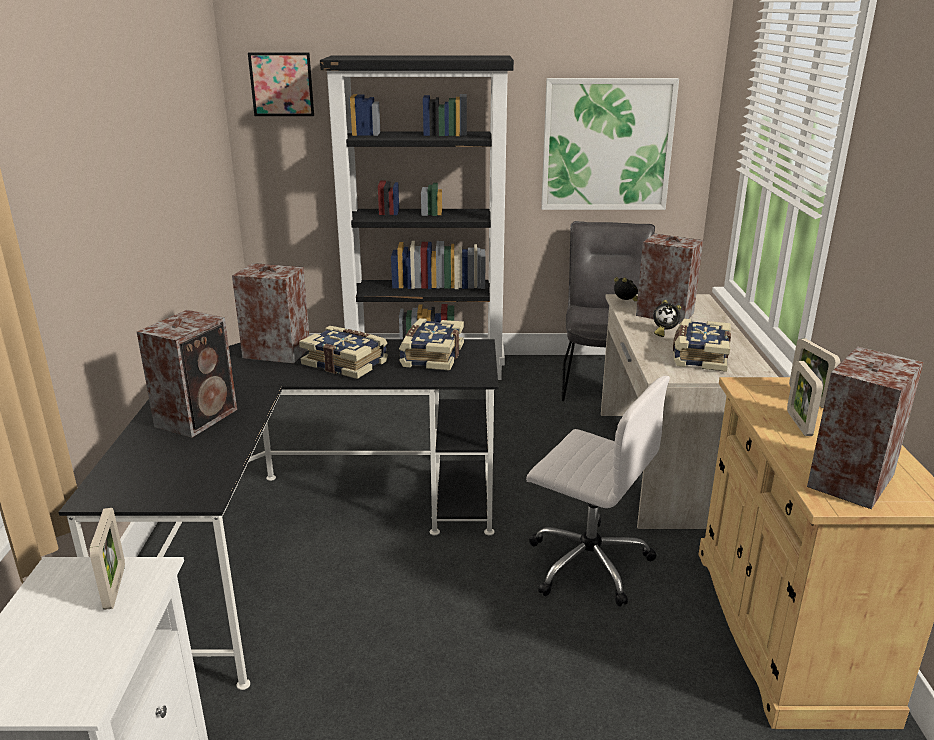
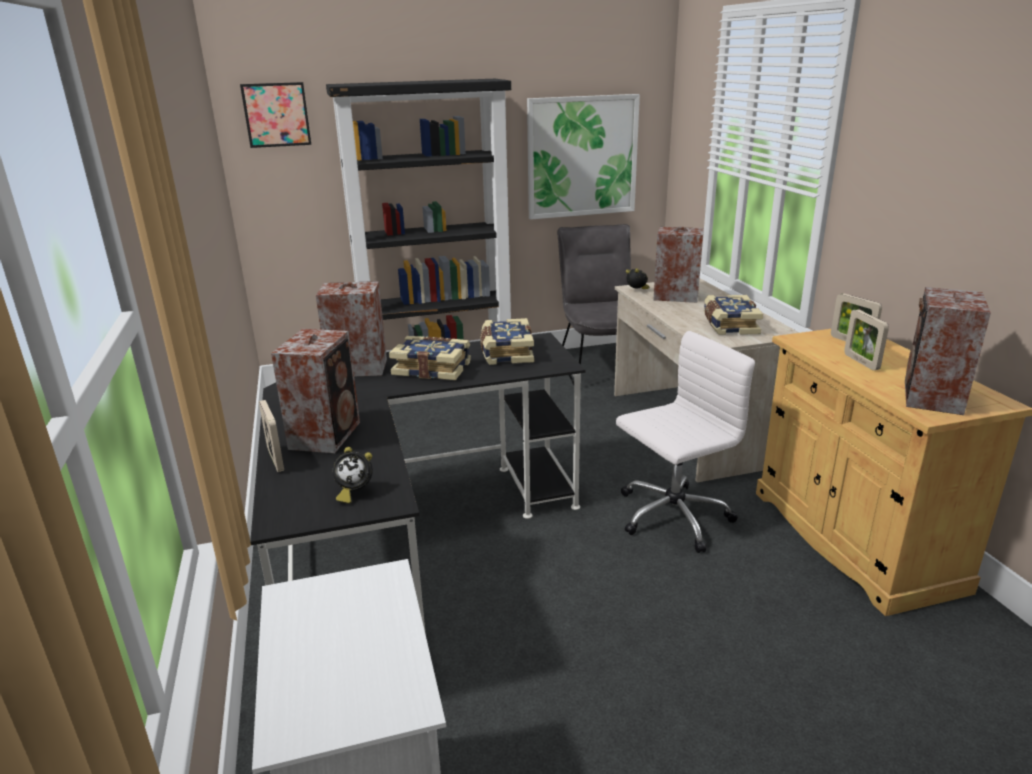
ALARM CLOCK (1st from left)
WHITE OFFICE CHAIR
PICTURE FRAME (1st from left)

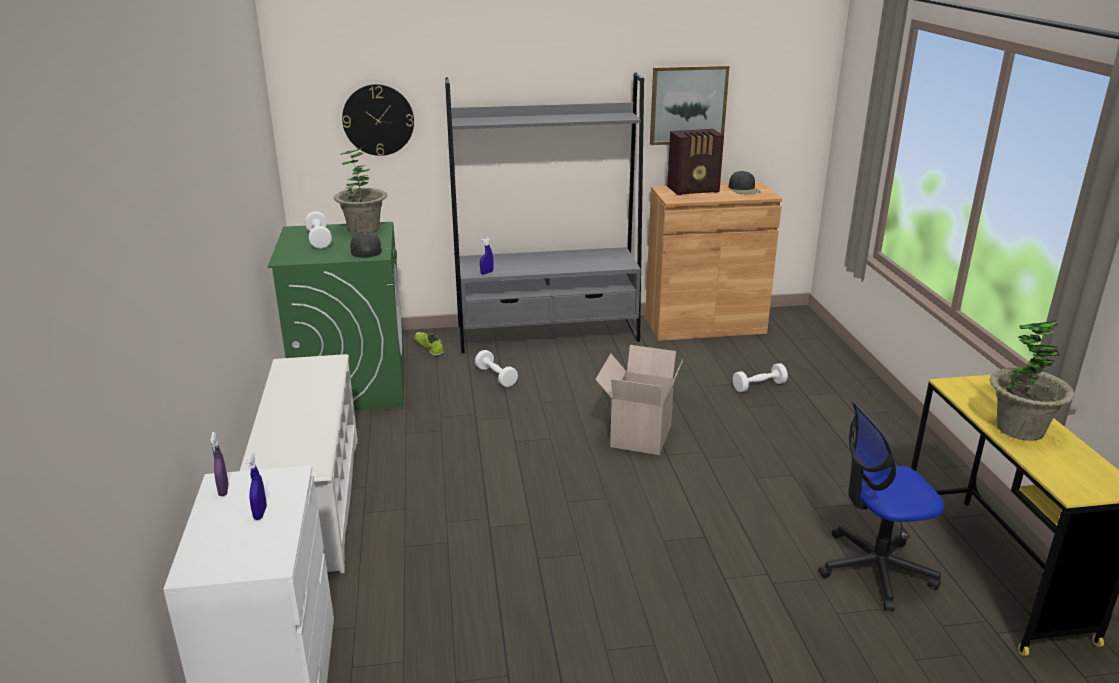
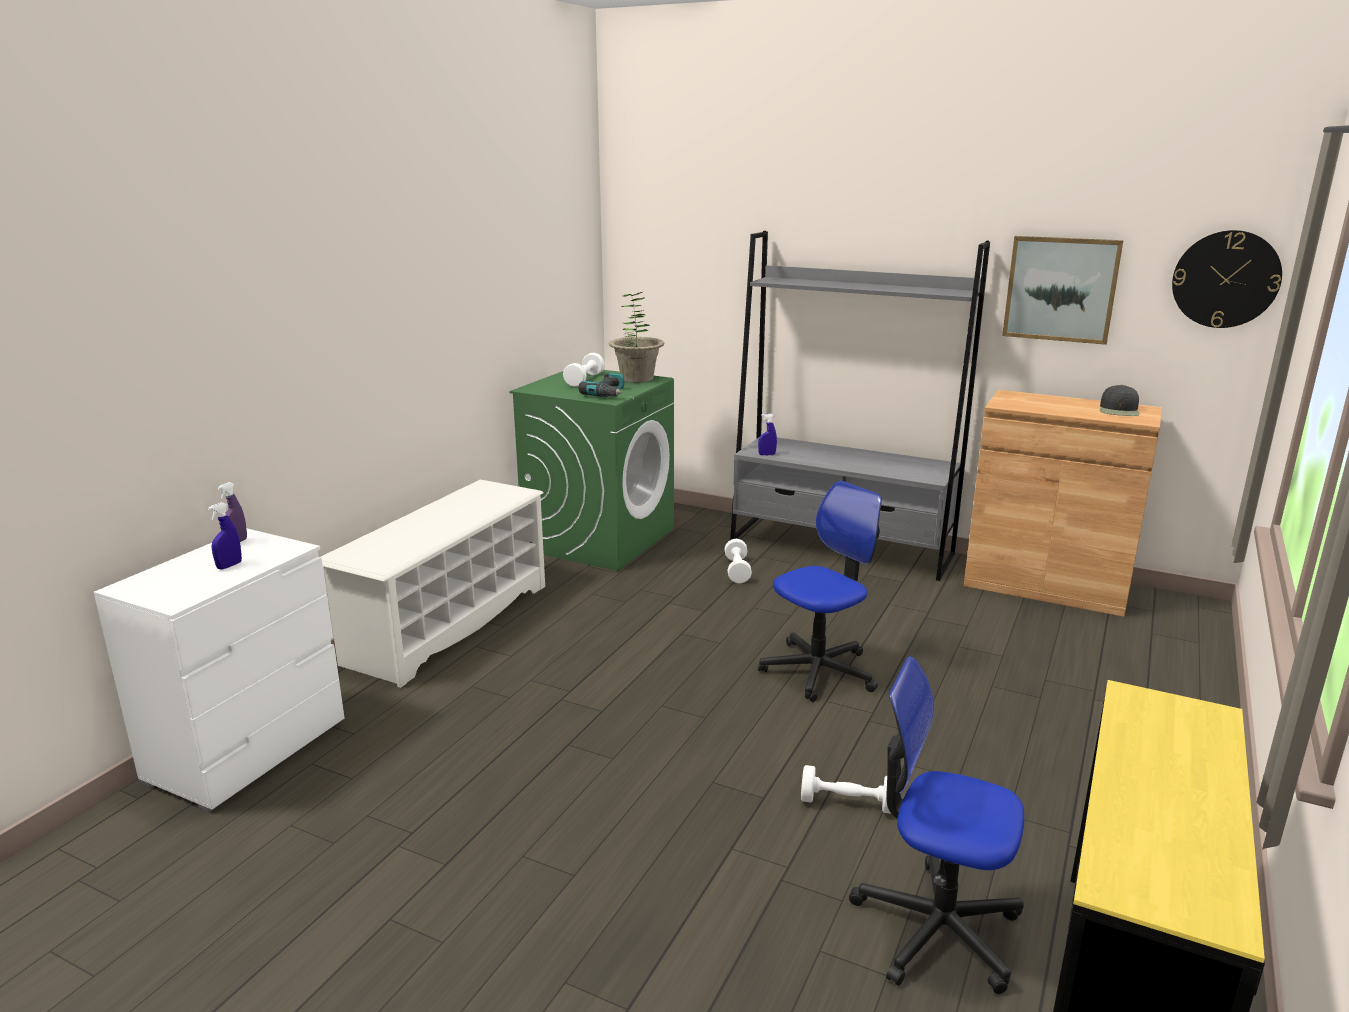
WALL CLOCK
RADIO
POWER DRILL
POTTED PLANT (2nd from left in the first image)
SHOE
OFFICE CHAIR (1st from left)
WHITE DUMBBELL (3rd from left)

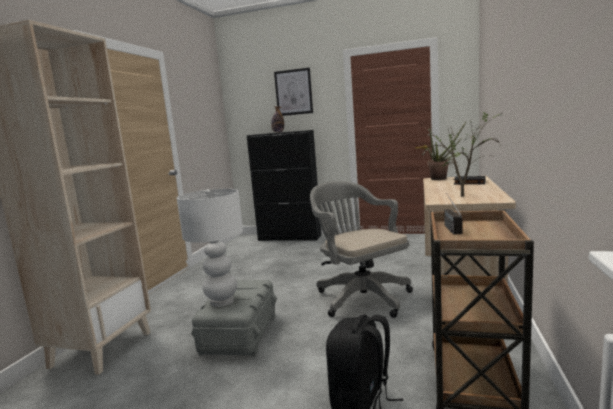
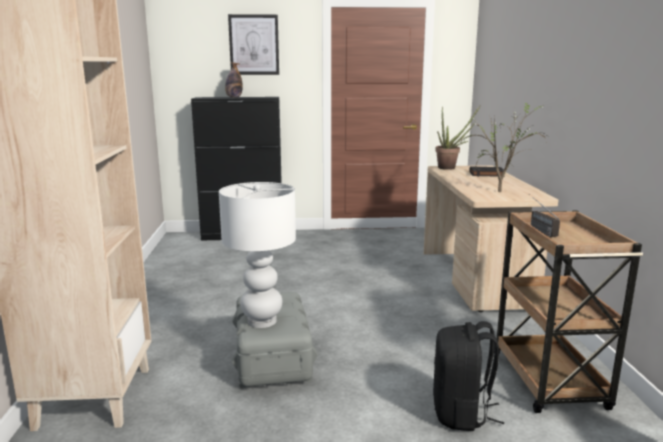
GREY OFFICE CHAIR

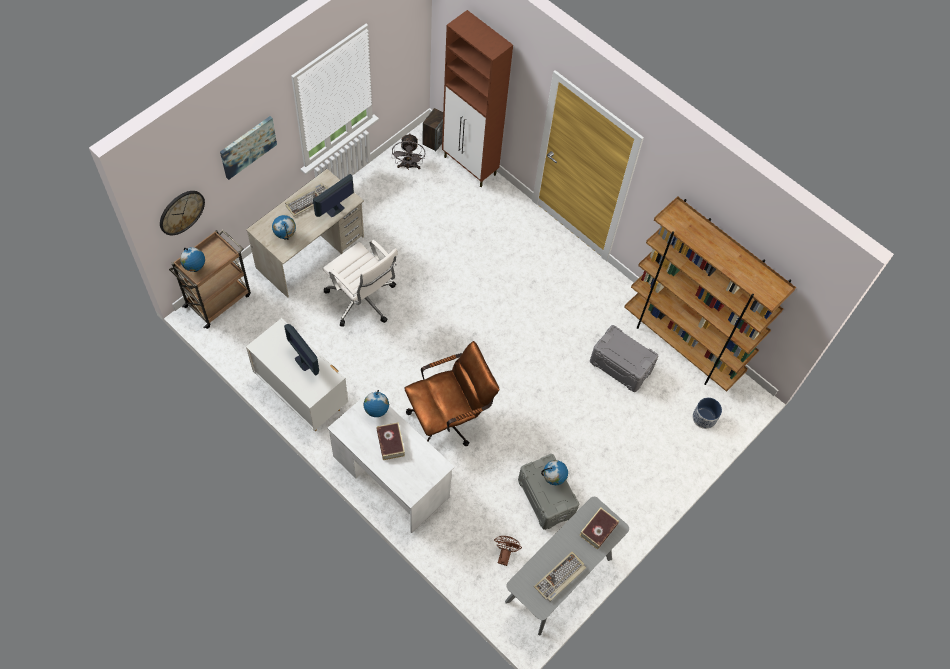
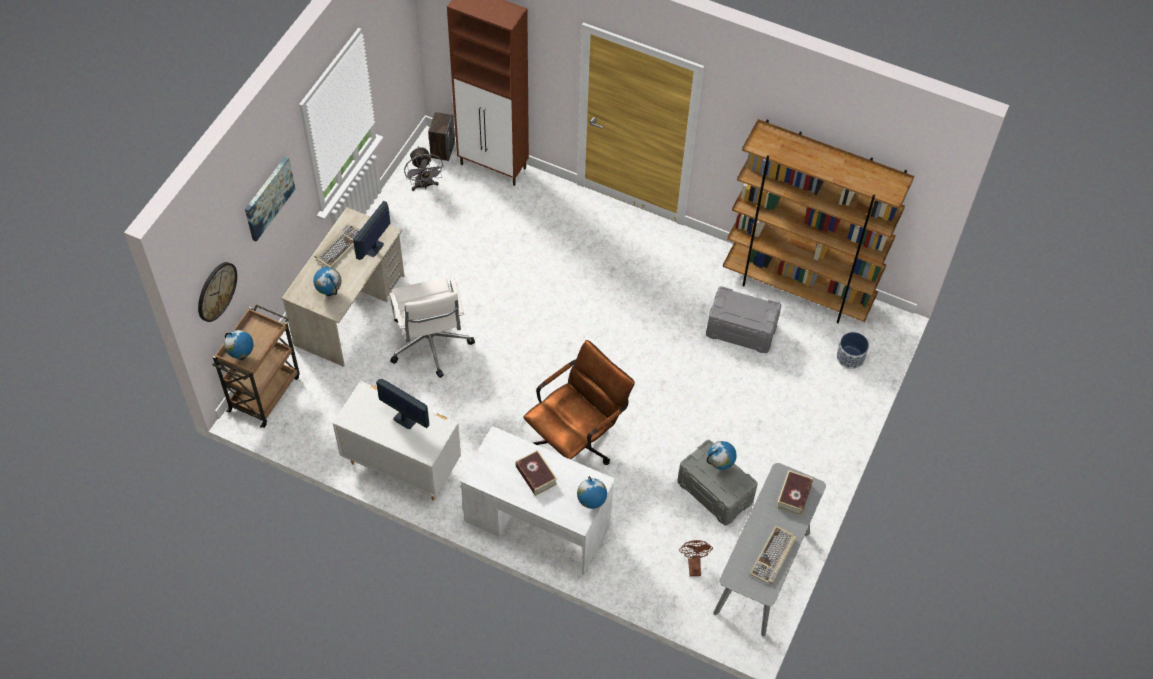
WHITE OFFICE CHAIR
GLOBE (3rd from left)

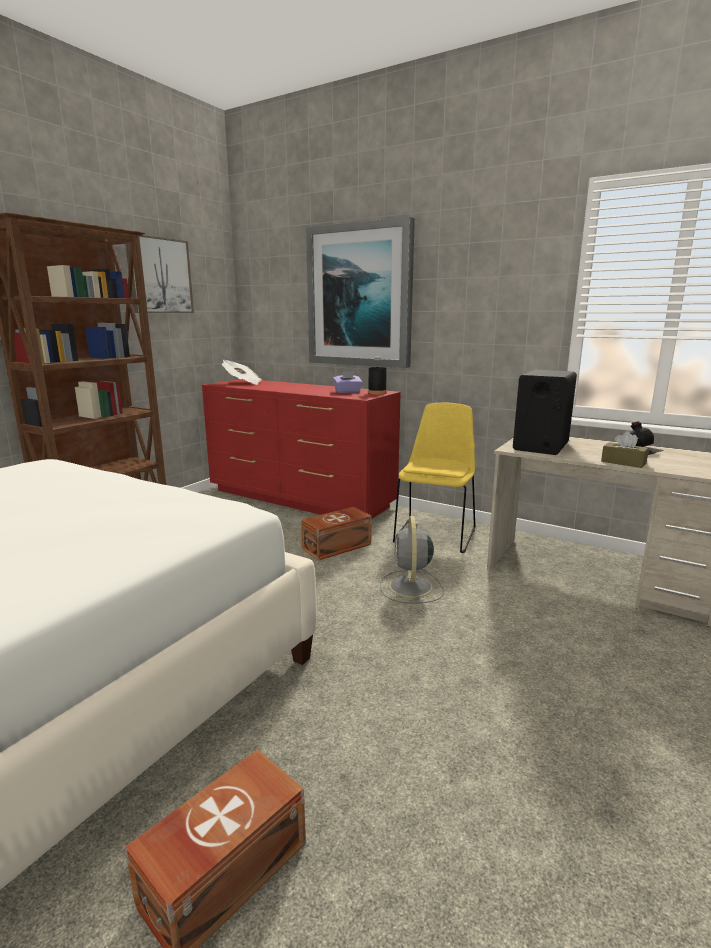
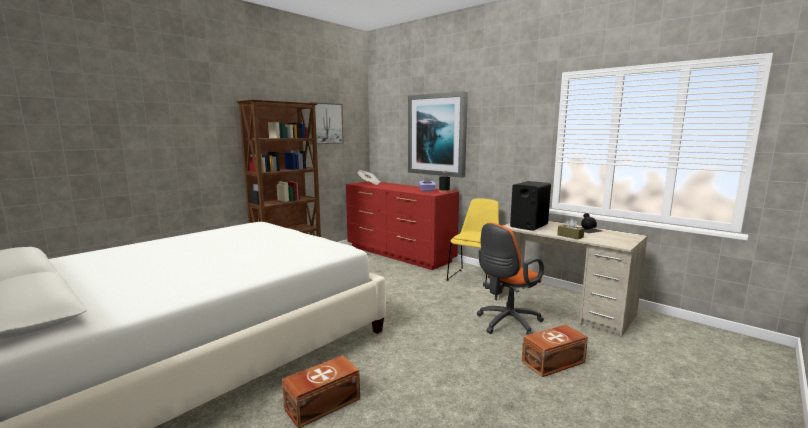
BROWN STORAGE BOX (2nd from left)
GREY FAN
ORANGE OFFICE CHAIR

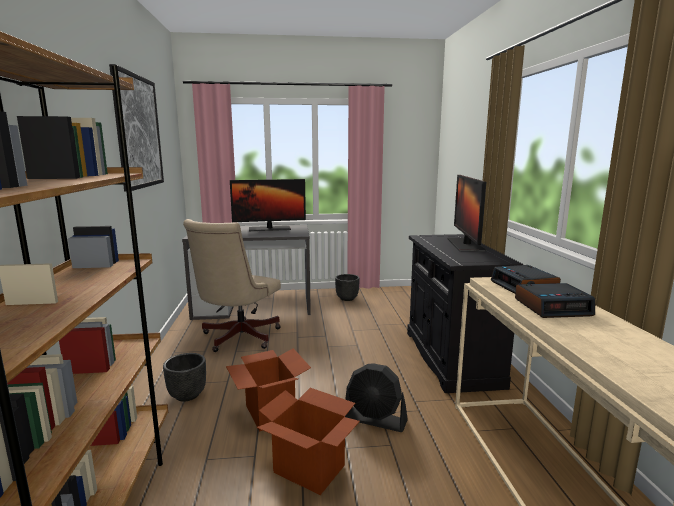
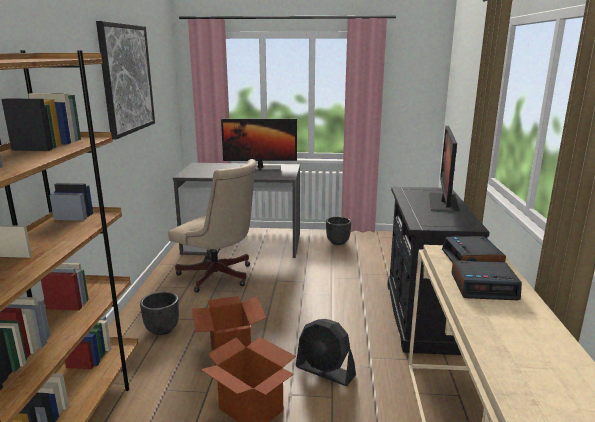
BEIGE OFFICE CHAIR

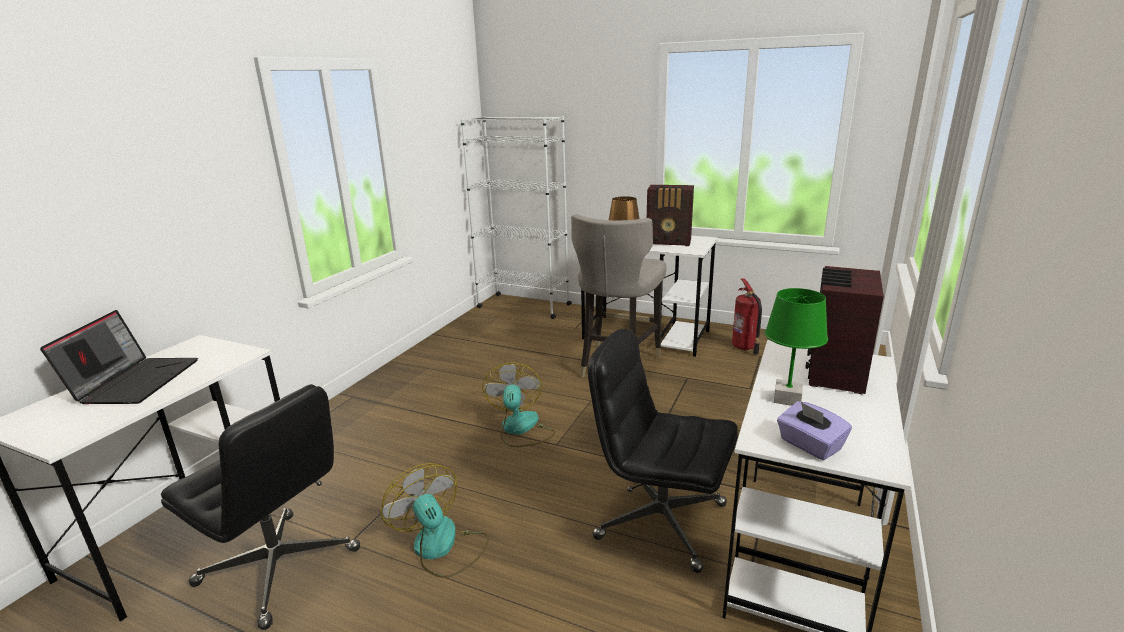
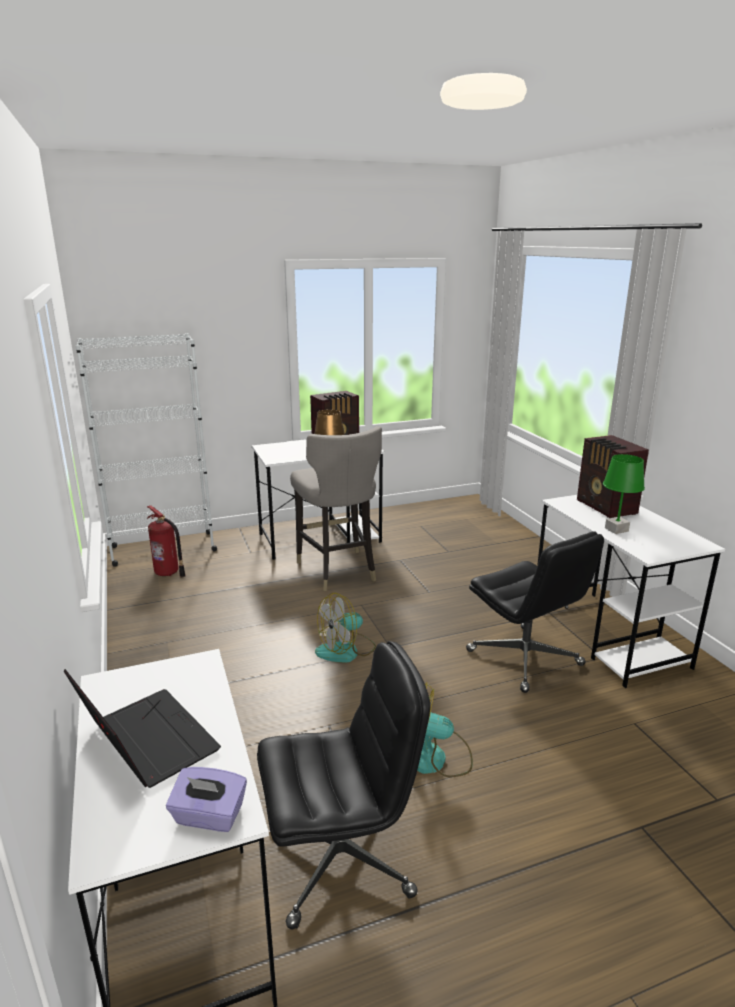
FIRE EXTINGUISHER
BLACK OFFICE CHAIR (2nd from left)
FAN (1st from left)
PURPLE TISSUE BOX

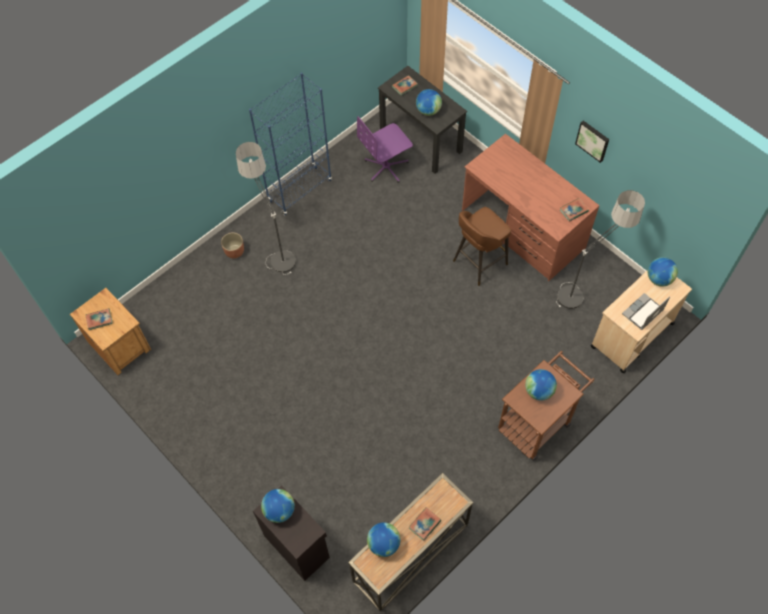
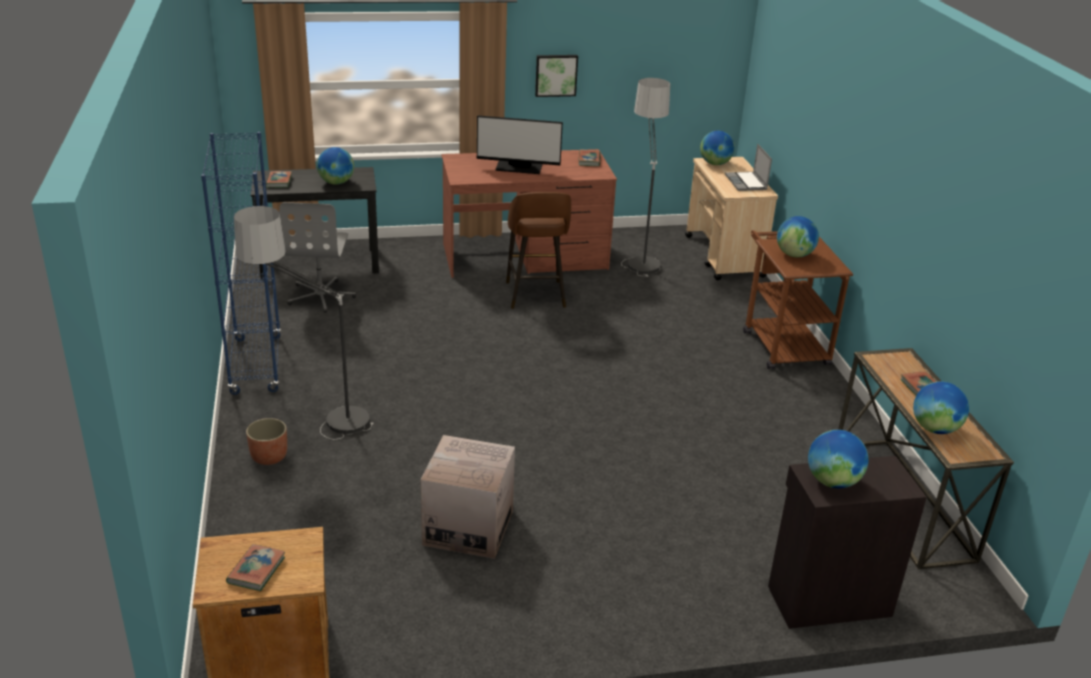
GREY OFFICE CHAIR
MONITOR
CARDBOARD BOX

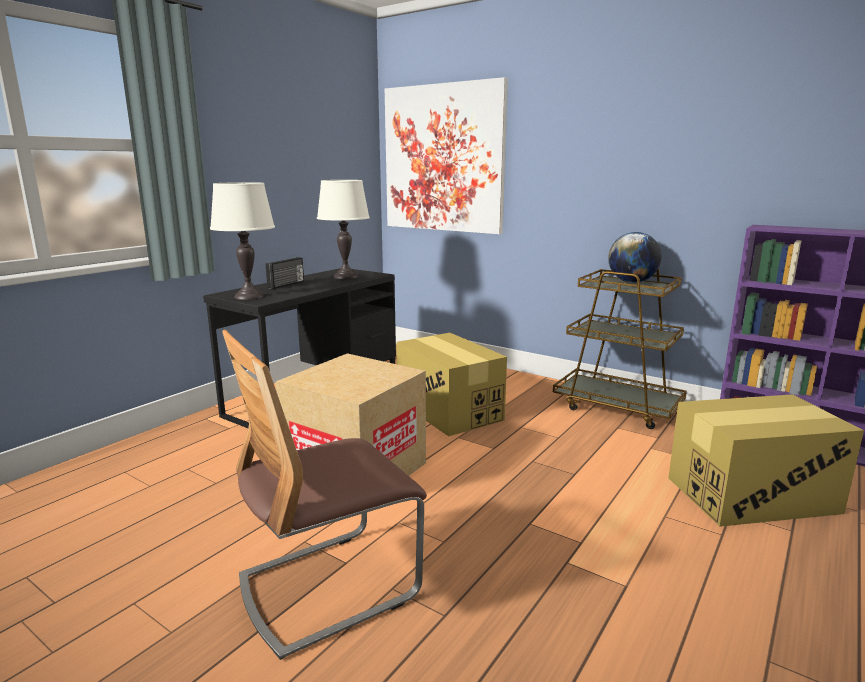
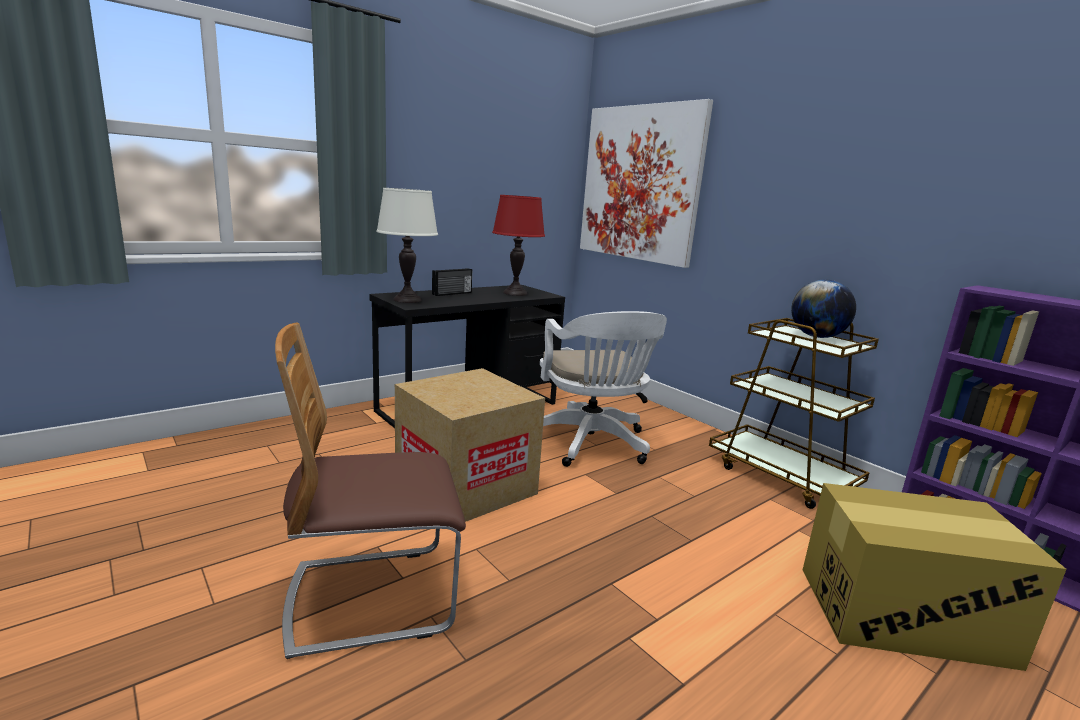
RED TABLE LAMP
WHITE OFFICE CHAIR

